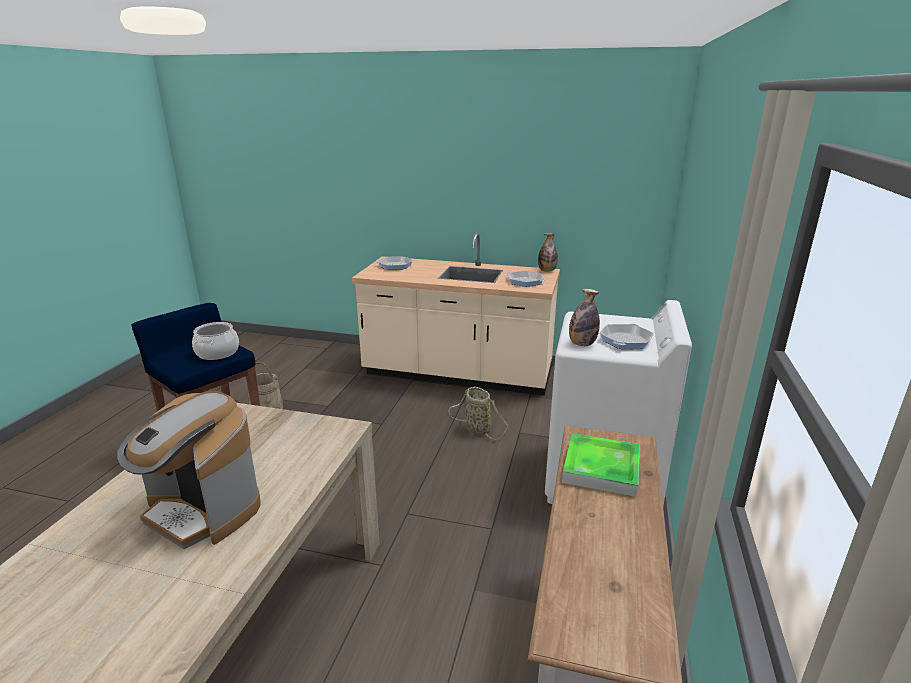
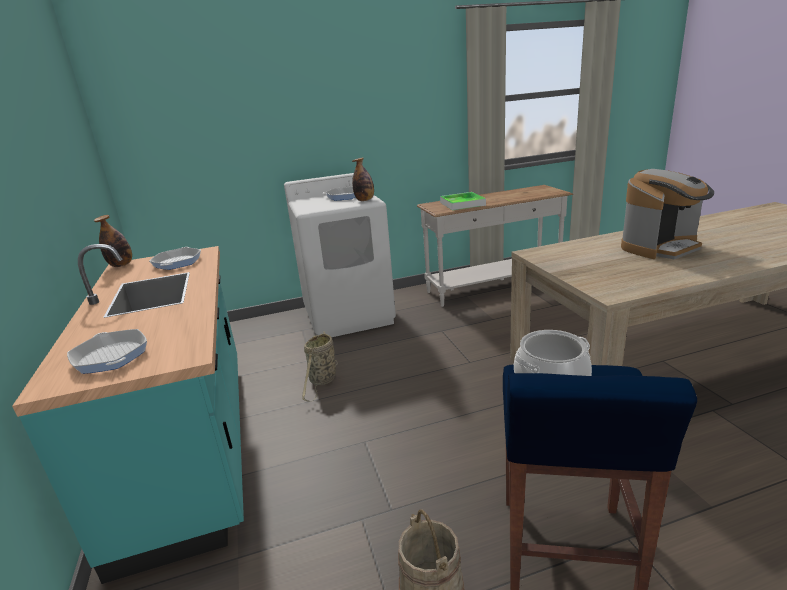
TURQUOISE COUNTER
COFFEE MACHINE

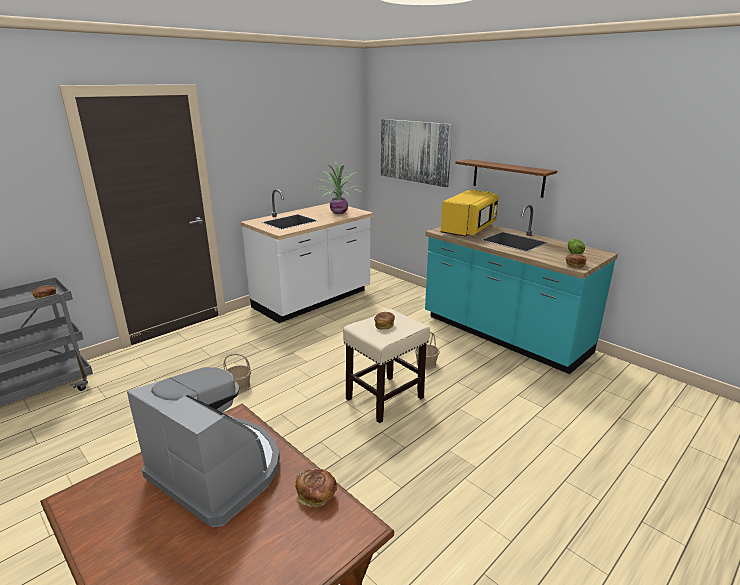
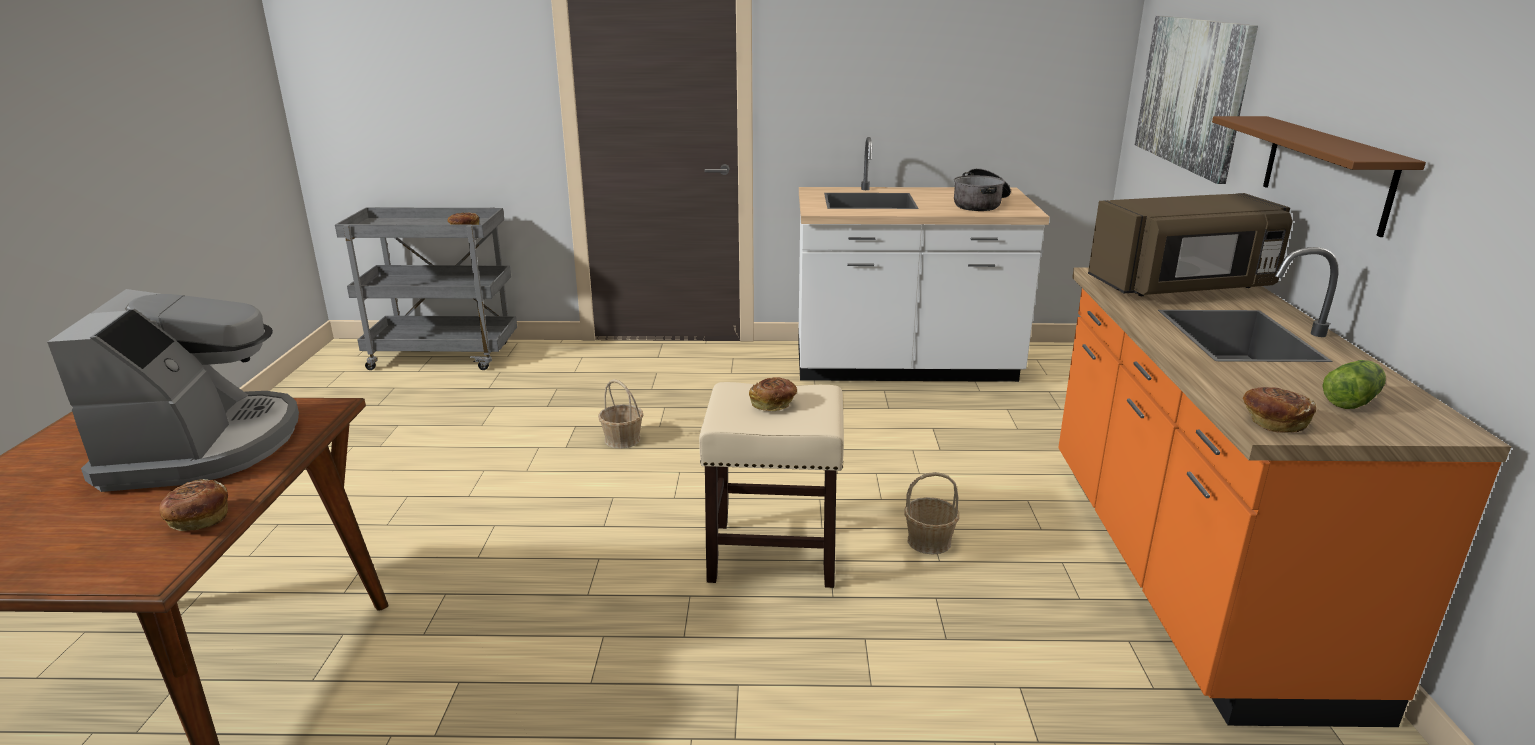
COOKING POT
BROWN MICROWAVE
ORANGE COUNTER

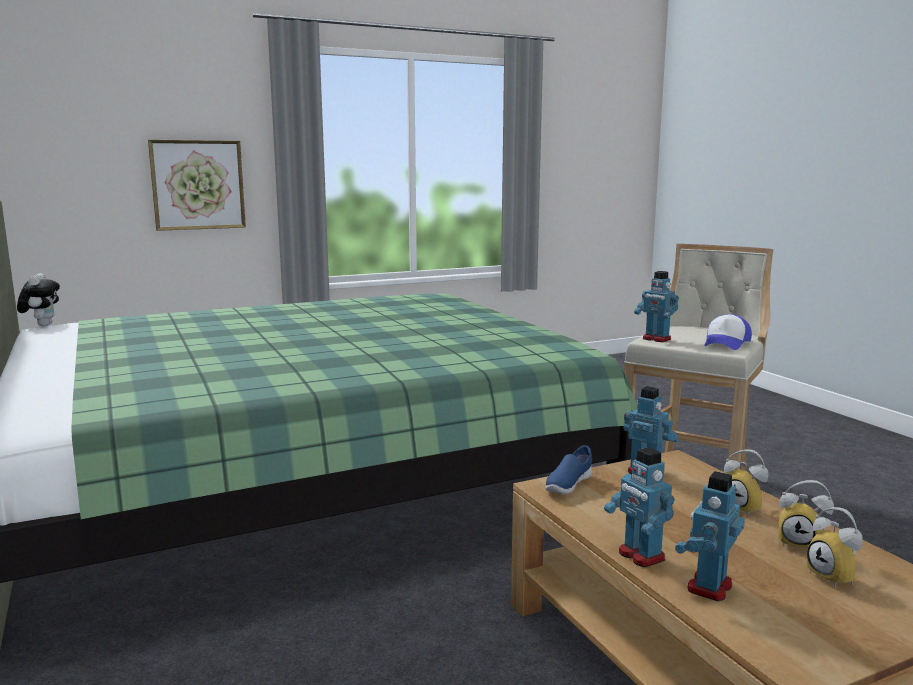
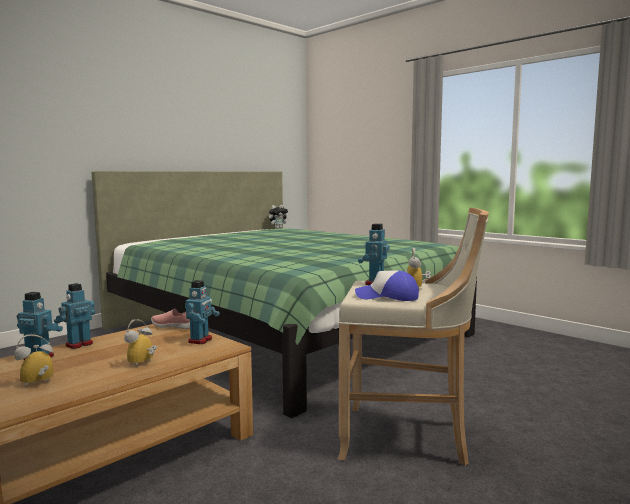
PICTURE
PINK SHOE
ALARM CLOCK (3rd from left)

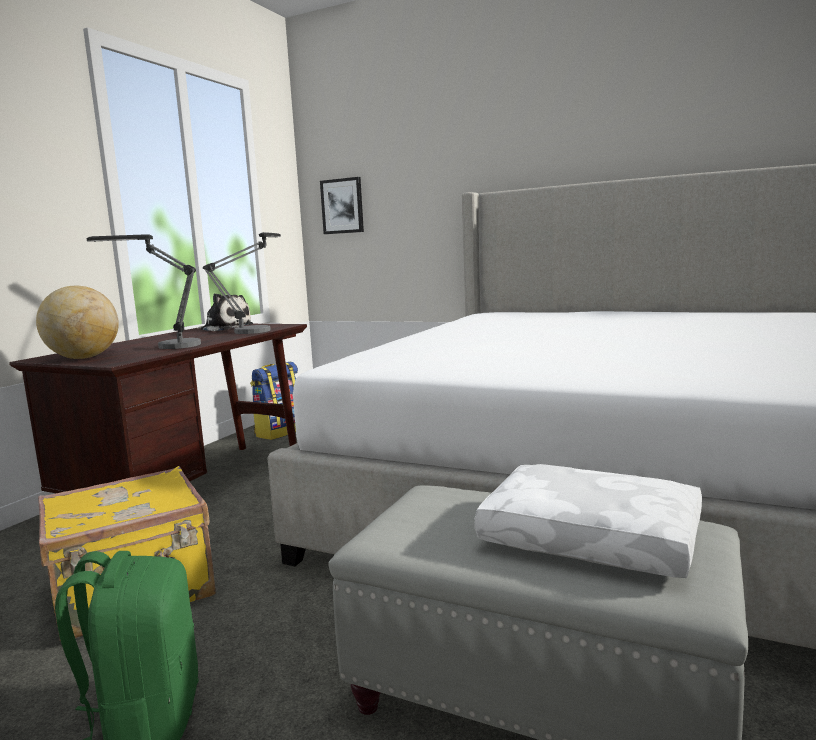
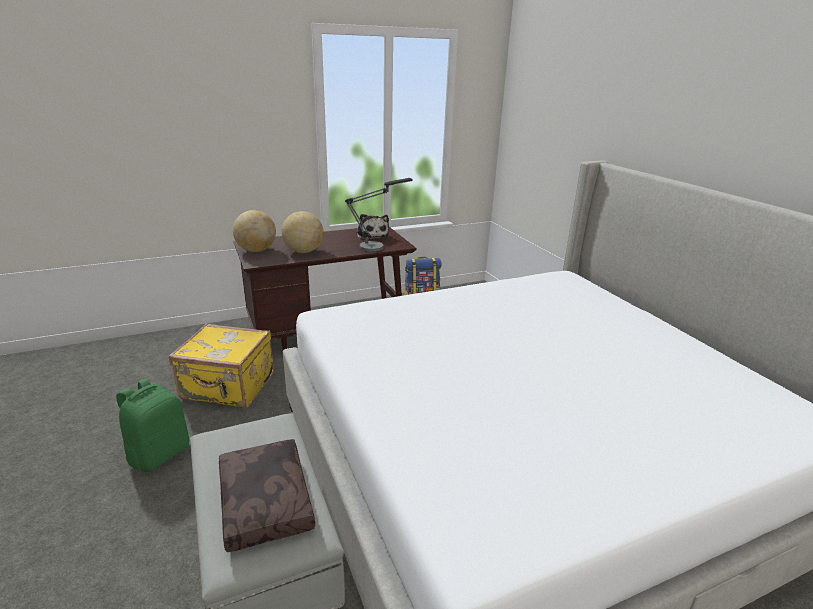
PICTURE
GLOBE (2nd from left)
BROWN PILLOW

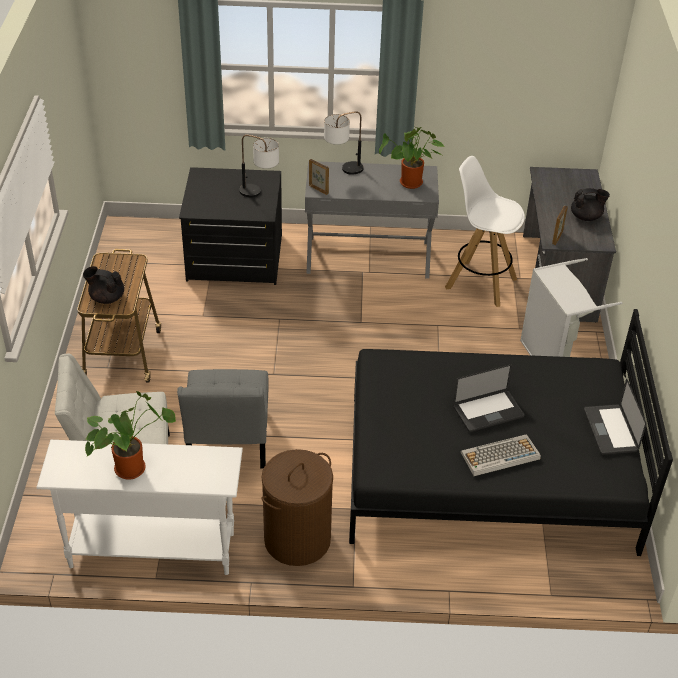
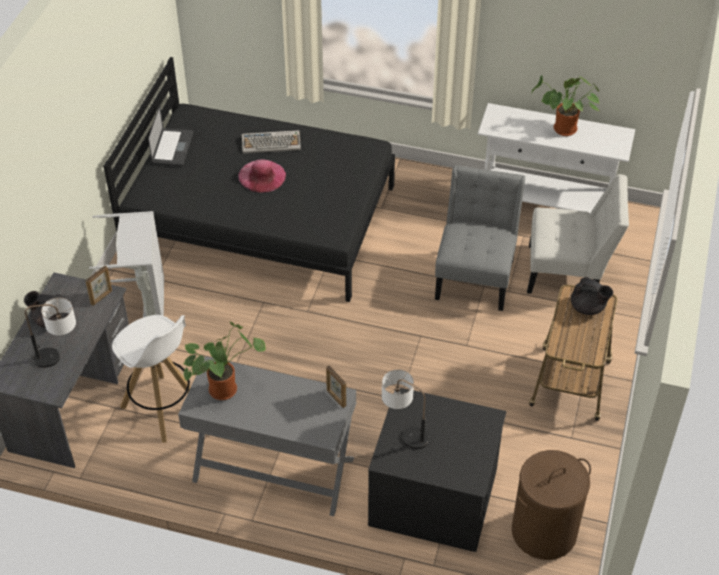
TABLE LAMP (1st from left)
PINK HAT
BROWN LAUNDRY BASKET

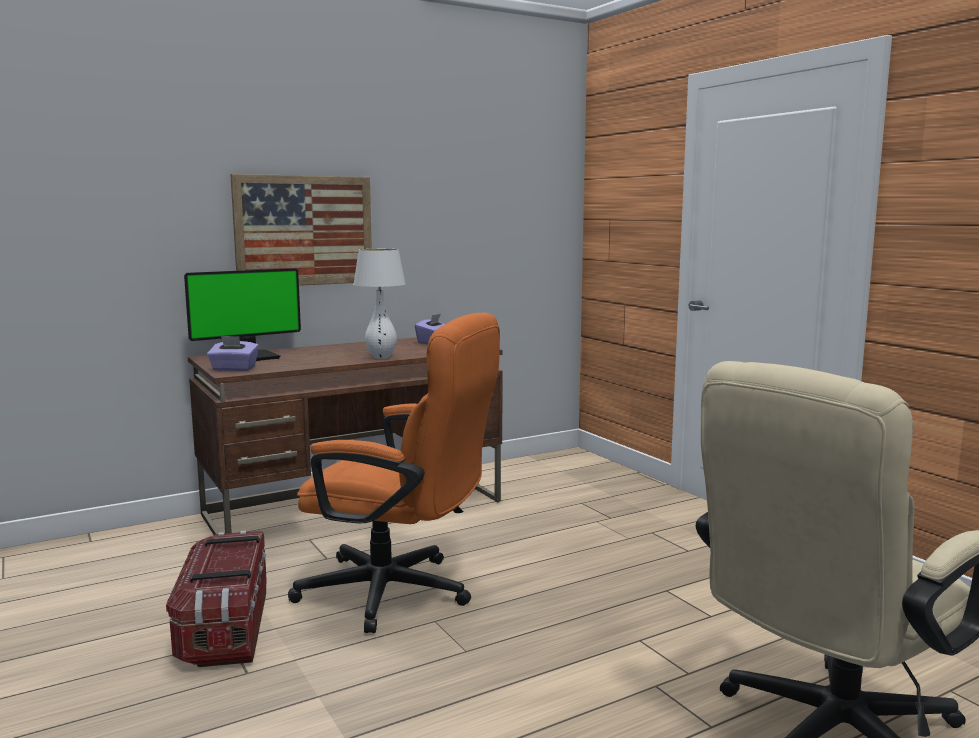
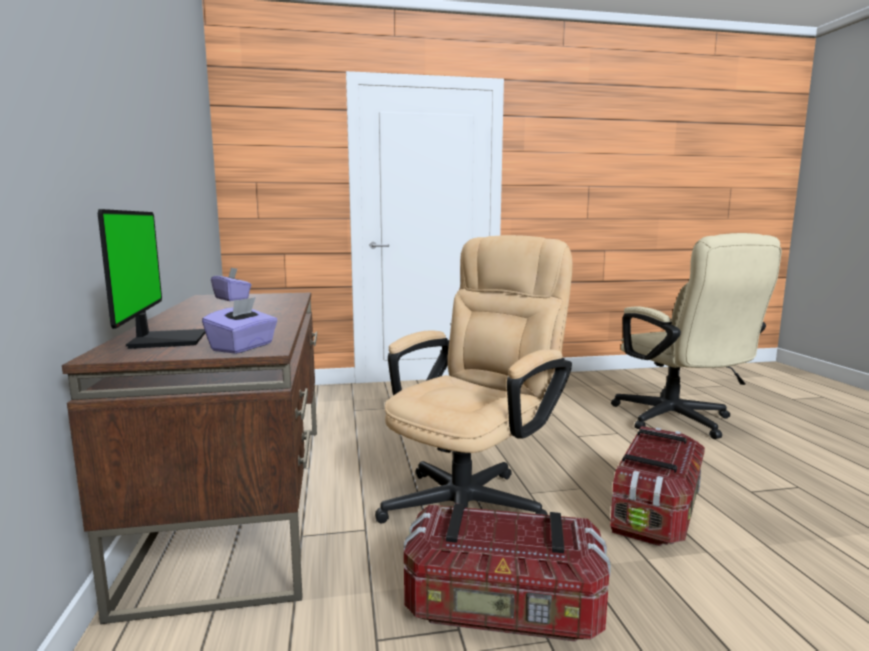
PICTURE
WHITE TABLE LAMP
BEIGE OFFICE CHAIR (1st from left)
STORAGE BOX (2nd from left)

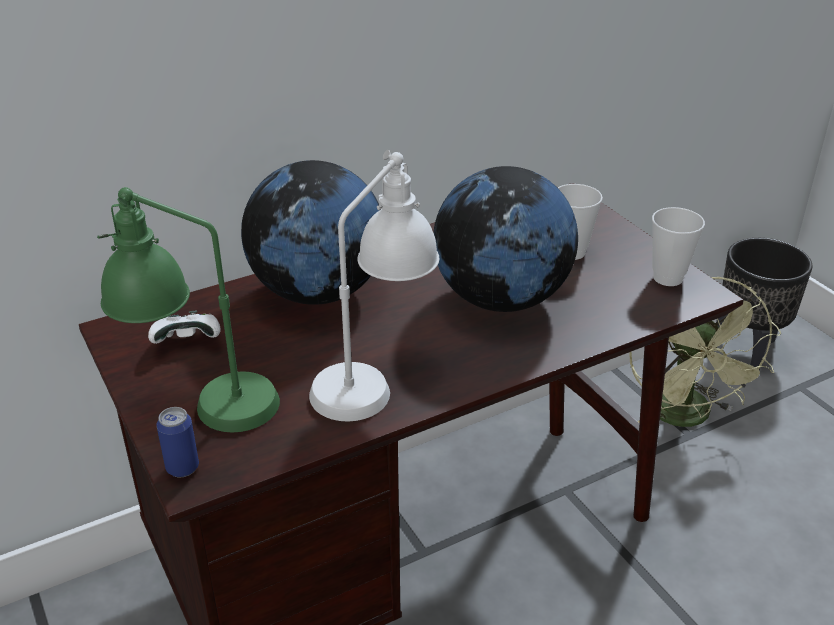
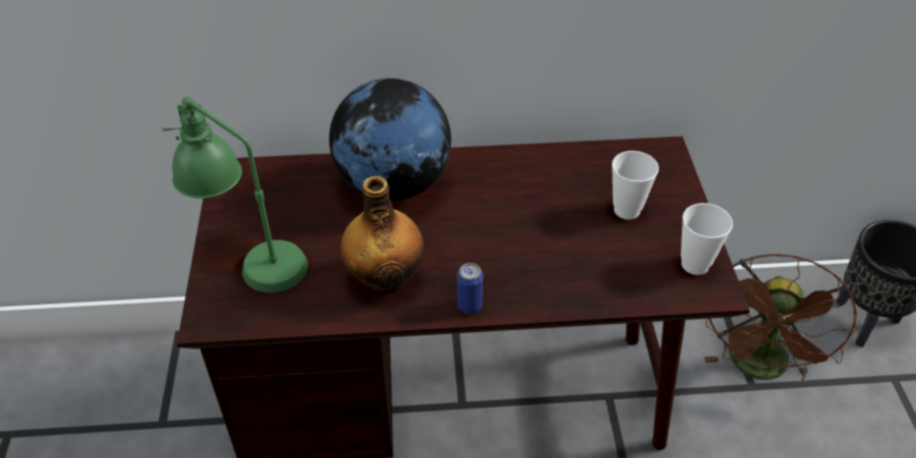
BOTTLE
GLOBE (2nd from left in the first image)
BROWN FAN
WHITE GAME CONTROLLER
CAN

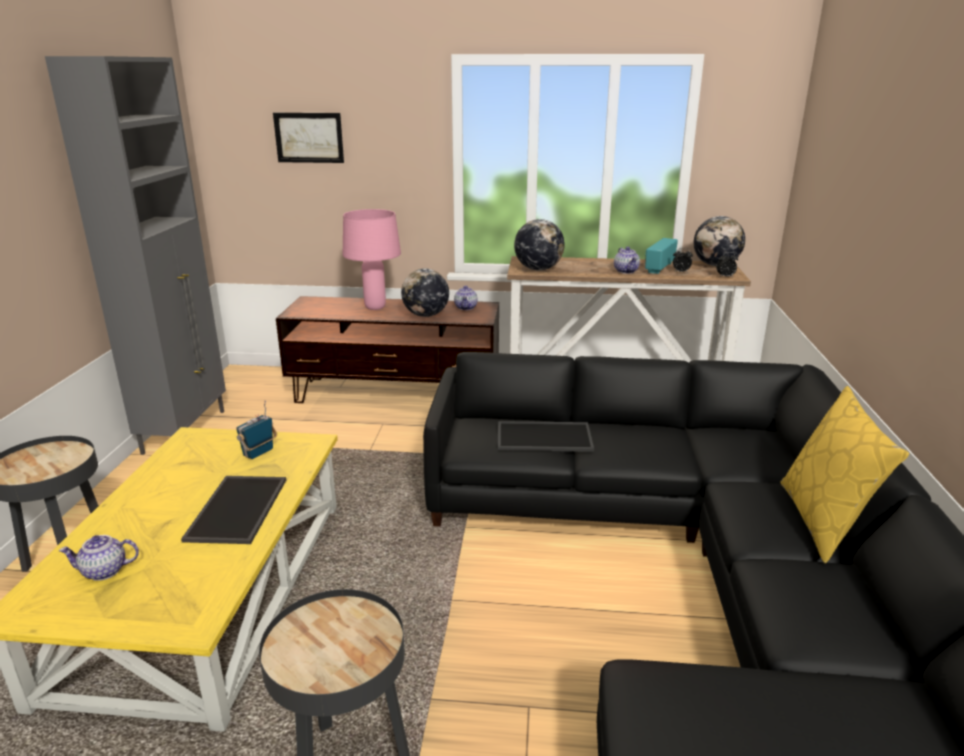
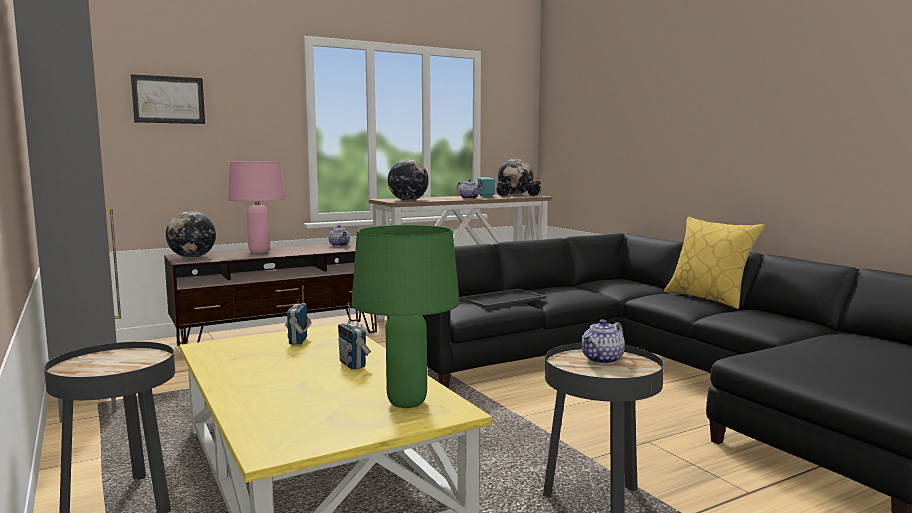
GLOBE (1st from left)
RADIO (2nd from left)
TEAPOT (3rd from left)
GREEN TABLE LAMP

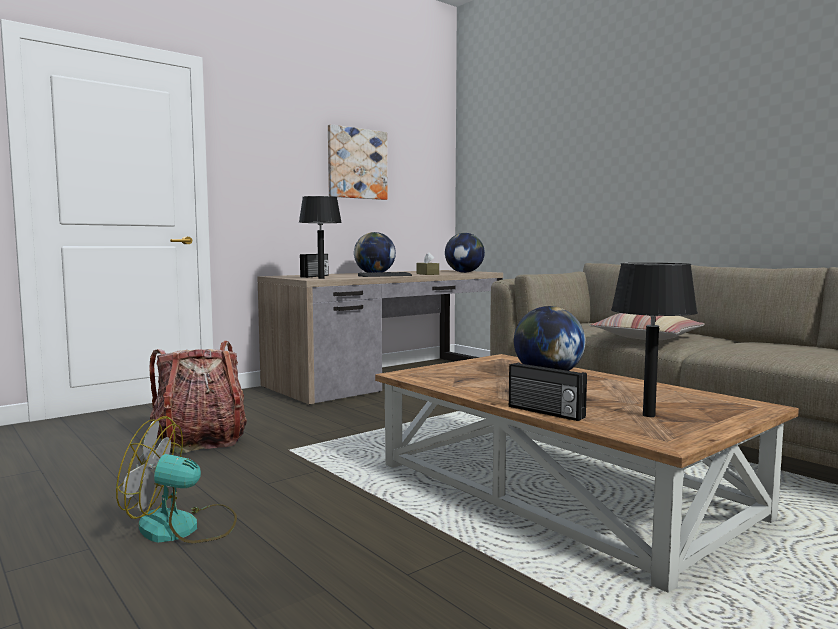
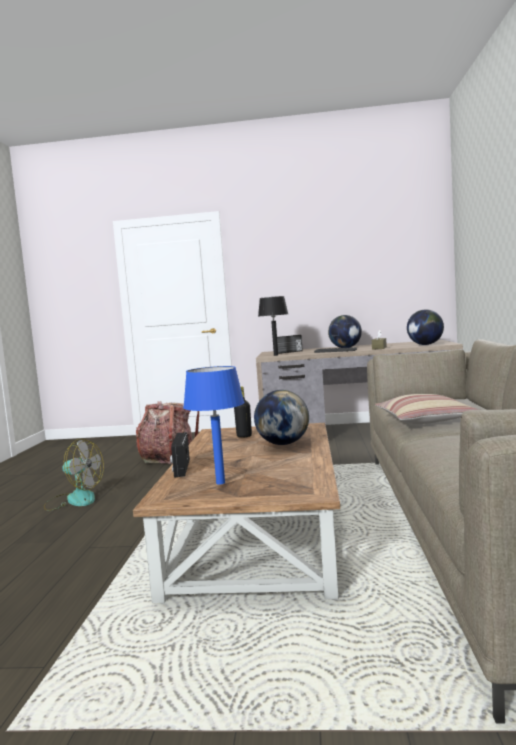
PICTURE
BLUE TABLE LAMP
FAN
BLACK BOTTLE

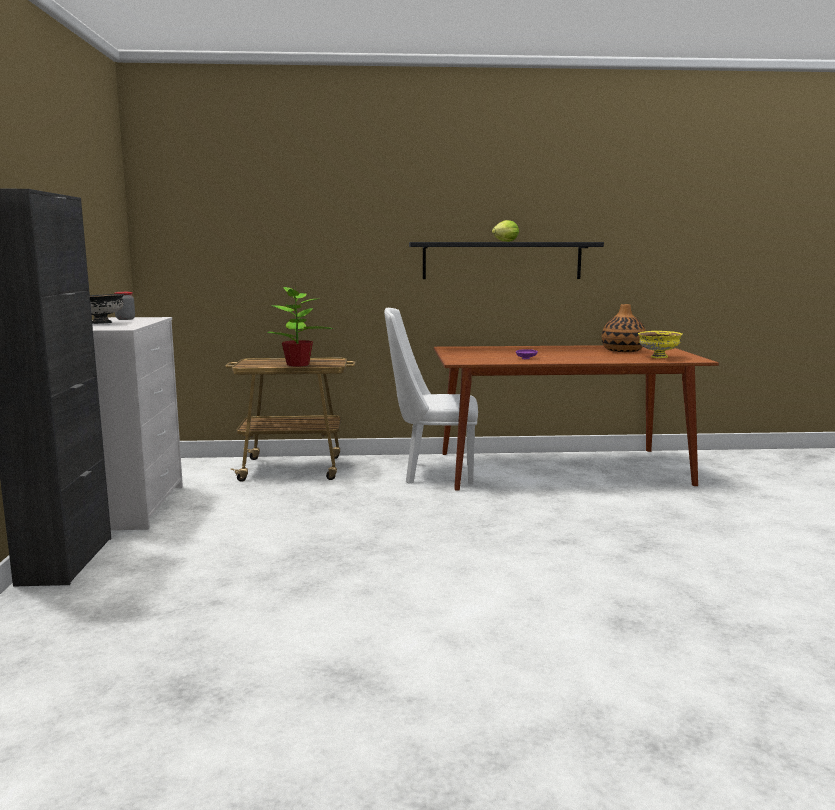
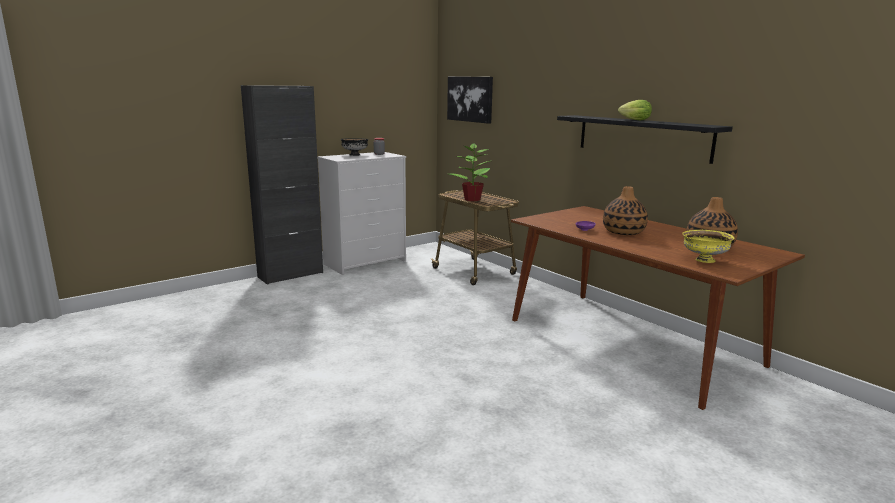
WHITE CHAIR
PICTURE
VASE (1st from left)

